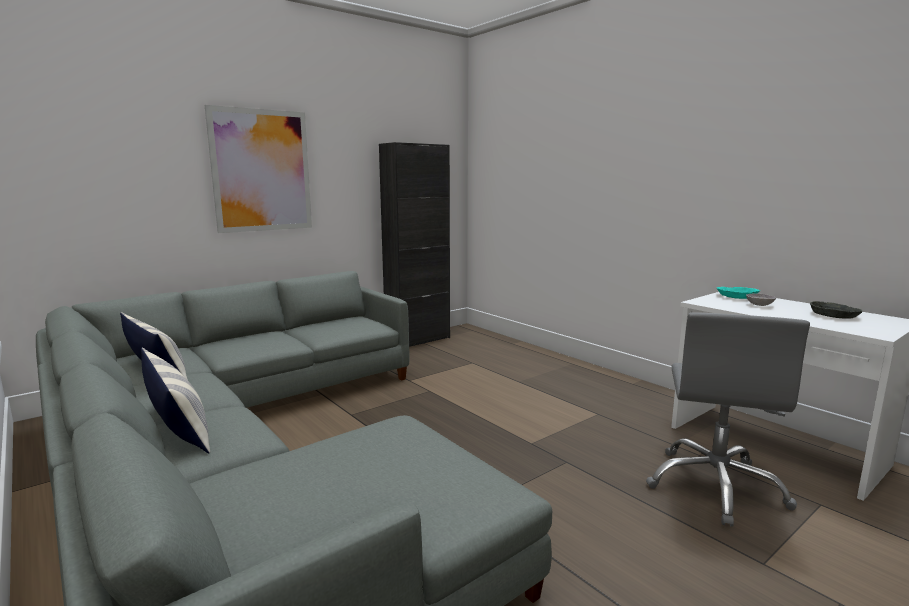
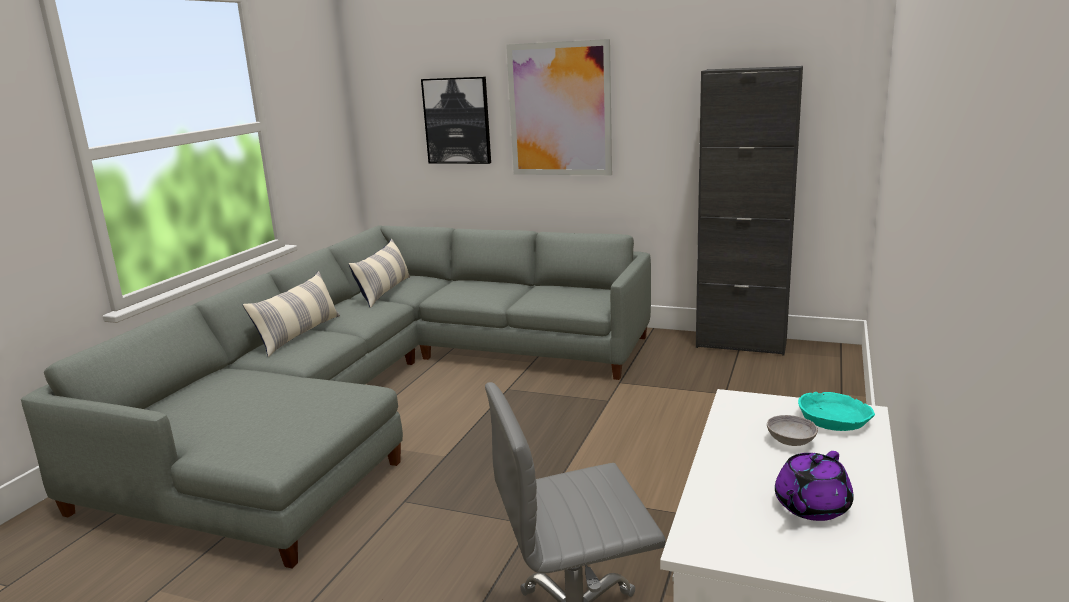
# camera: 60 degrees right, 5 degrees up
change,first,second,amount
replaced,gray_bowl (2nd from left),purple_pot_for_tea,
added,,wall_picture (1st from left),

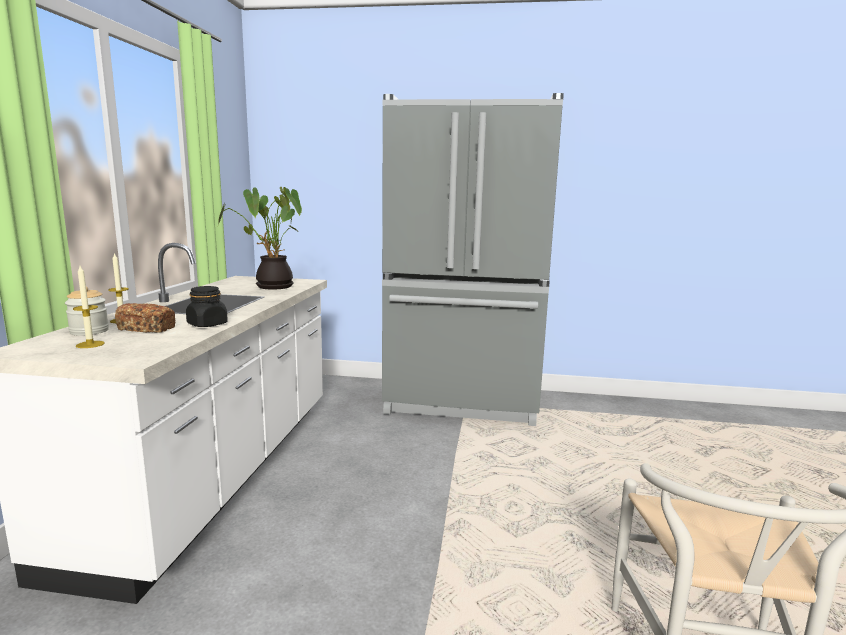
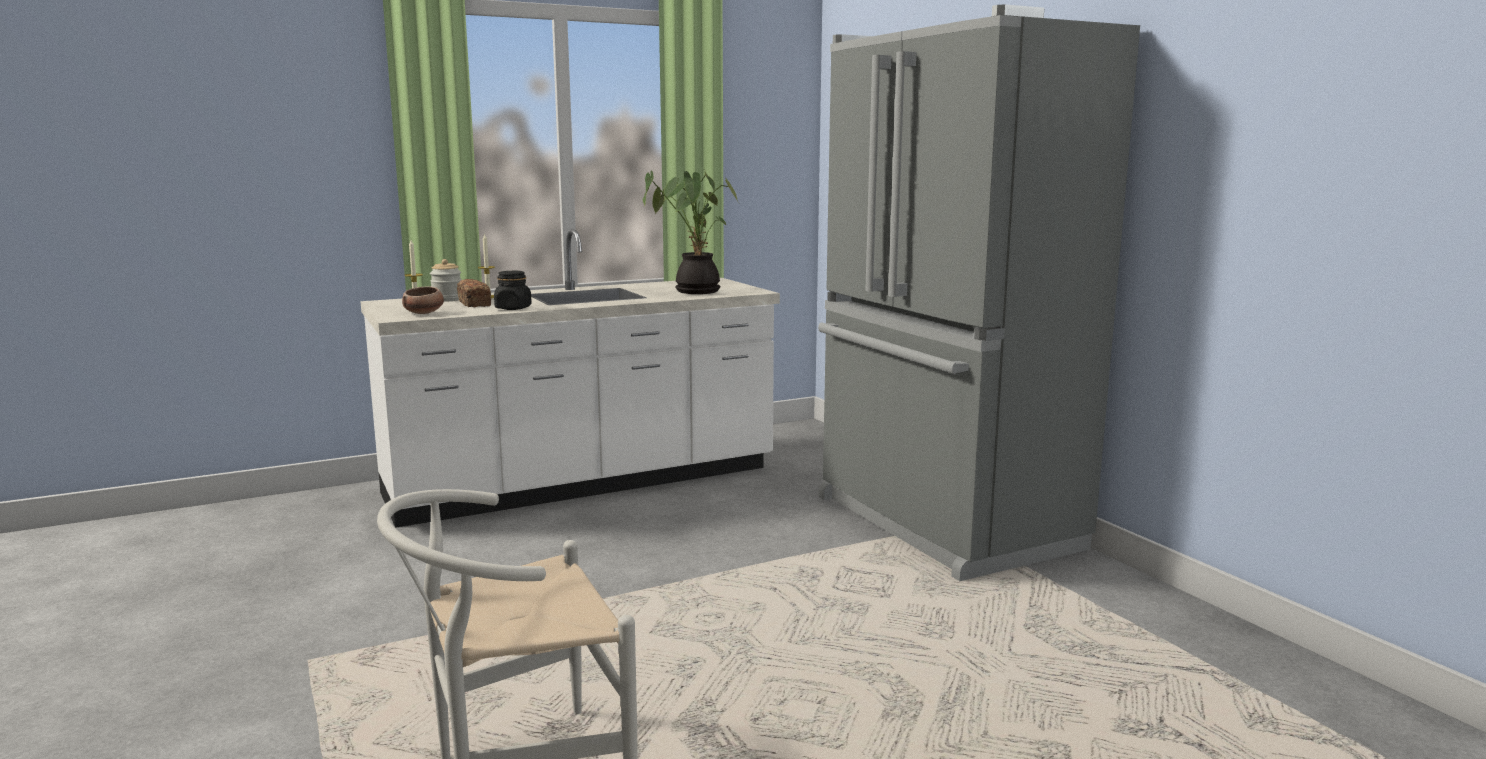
# camera: 55 degrees right, 0 degrees up
change,first,second,amount
added,,bowl,

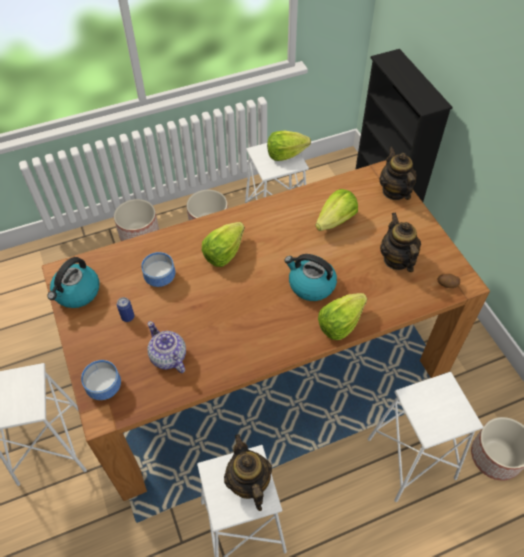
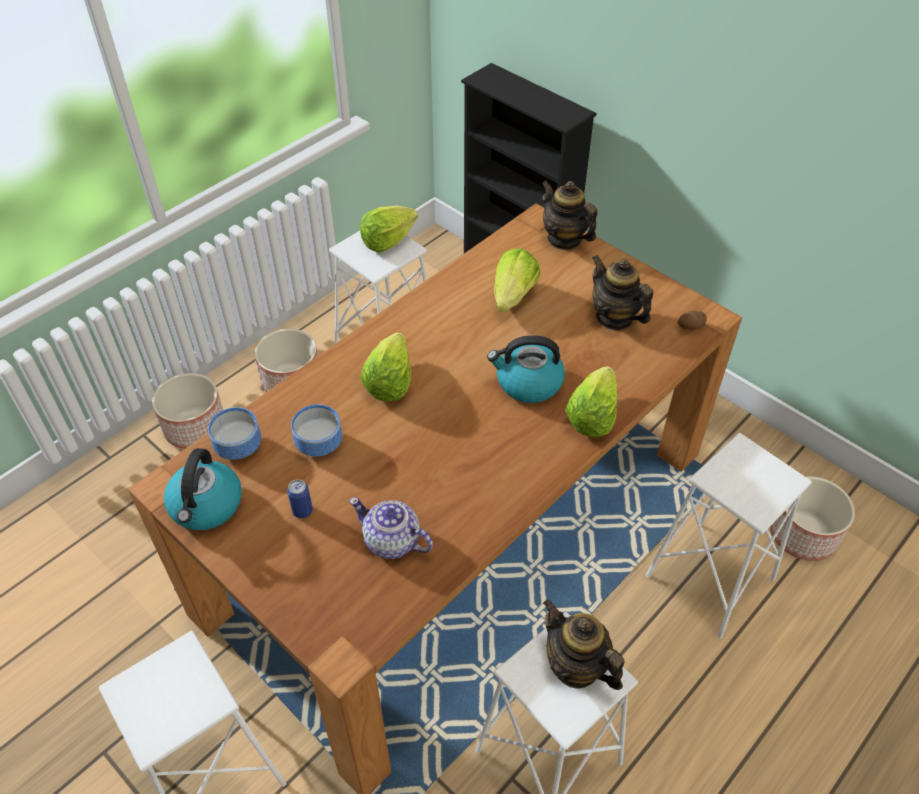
# camera: 25 degrees left, 5 degrees down
change,first,second,amount
moved,bowl (1st from left),,

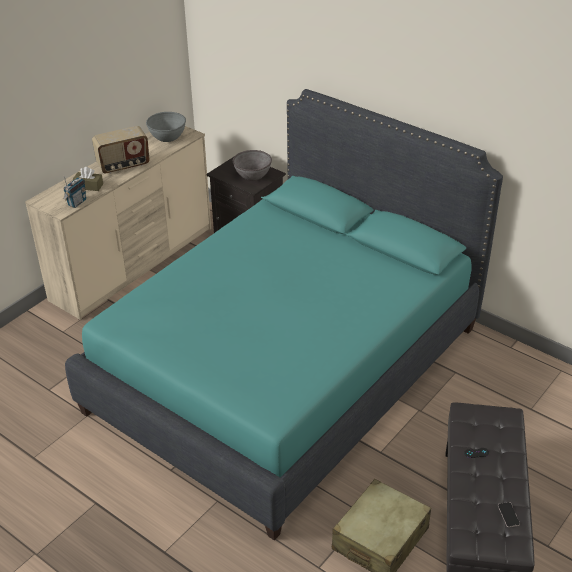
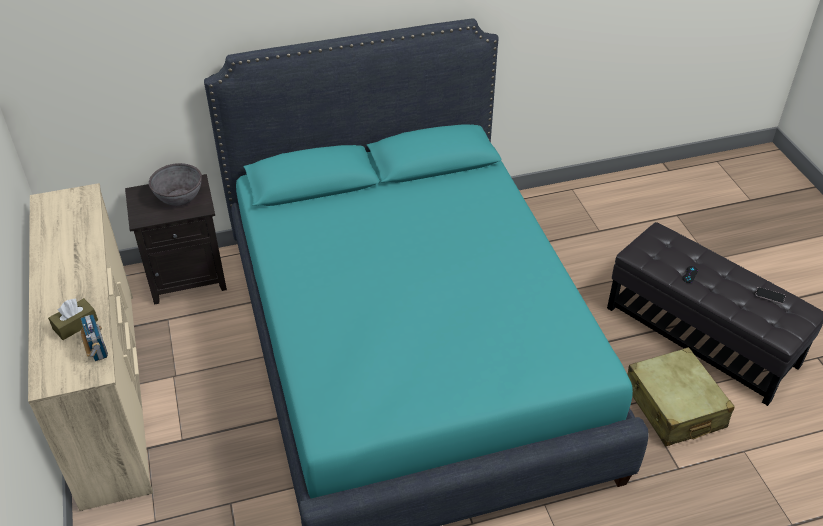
# camera: 55 degrees left, 5 degrees up
change,first,second,amount
removed,gray_bowl (1st from left),,
removed,radio_receiver (2nd from left),,

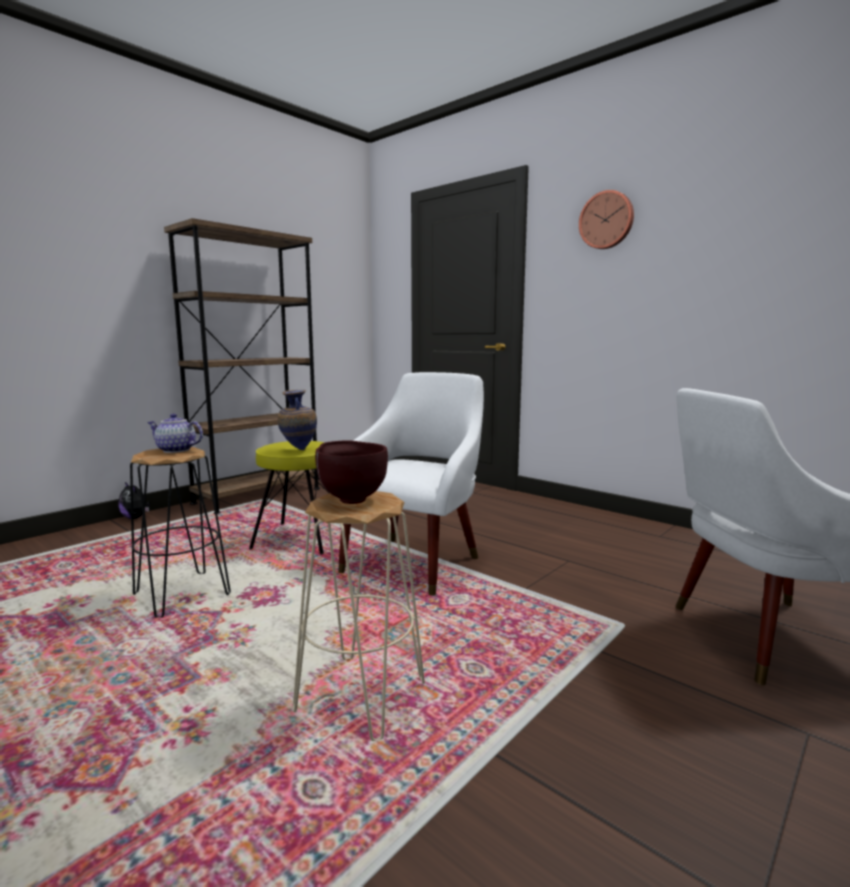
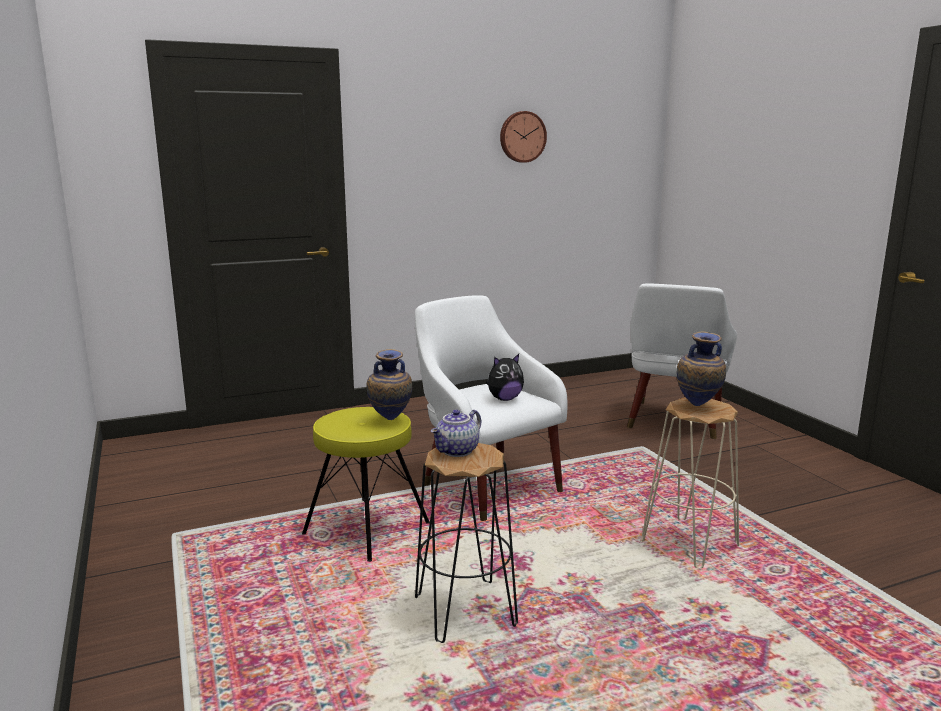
# camera: 65 degrees left, 5 degrees up
change,first,second,amount
moved,clock_on_the_wall,,
removed,brown-coloured_bookcase,,
replaced,brown-coloured_bowl,decorative_vase (2nd from left),
moved,plush_toy,,

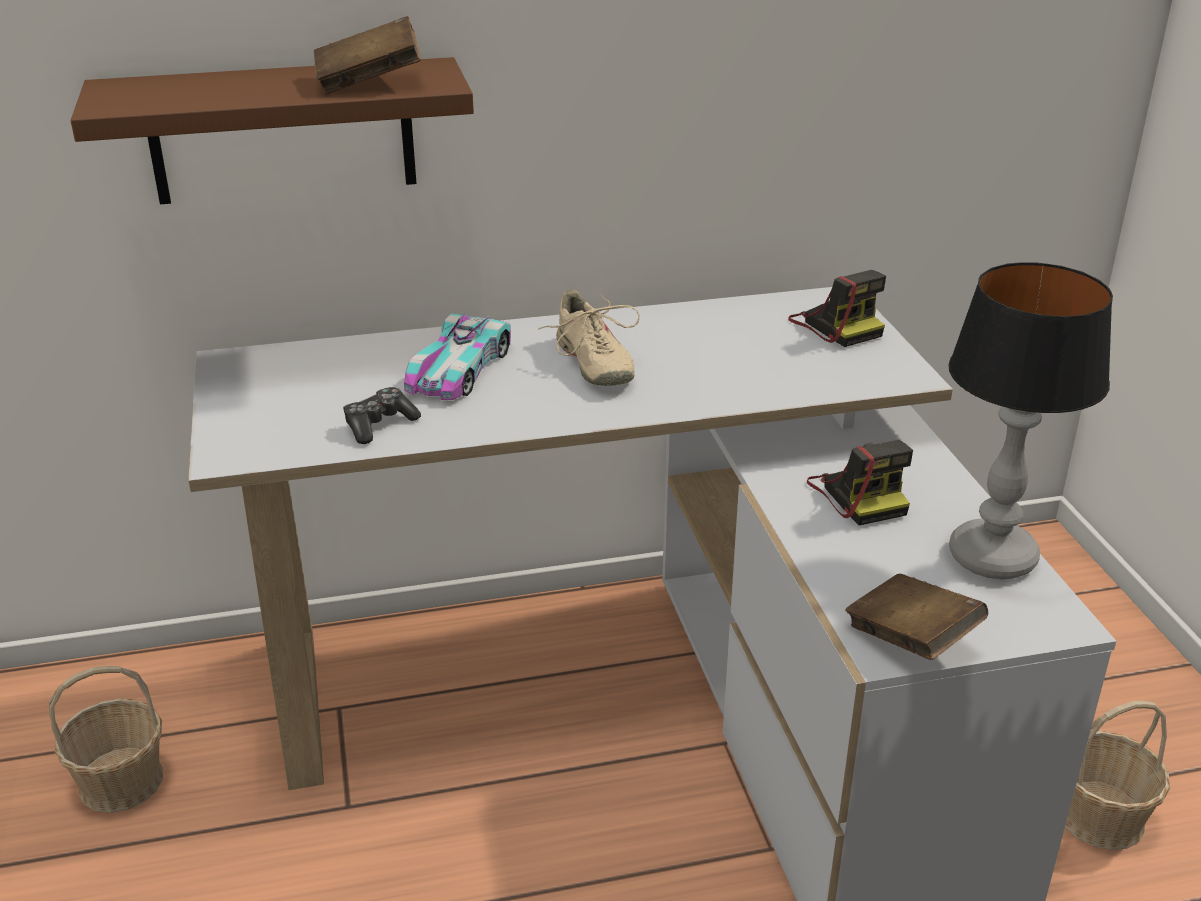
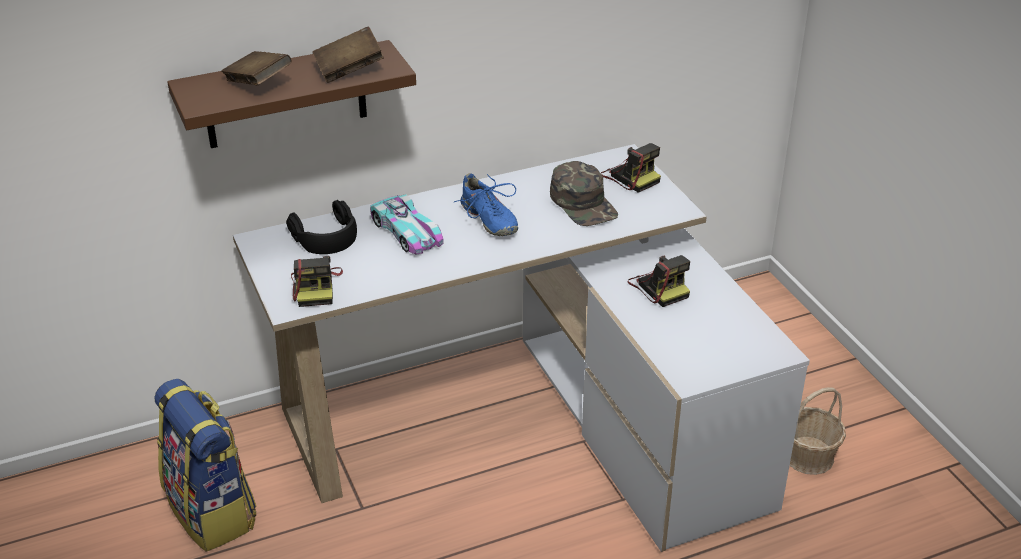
# camera: 10 degrees left, 5 degrees up
change,first,second,amount
removed,table_lamp,,
recoloured,sand-coloured_shoe,bluish_shoe,
turned,miniature_car,,45 degrees counterclockwise
removed,game_controller,,
moved,brown-coloured_bound_book (2nd from left in the first image),brown-coloured_bound_book (1st from left),
replaced,basket (1st from left),knapsack,
added,,green_cap,
added,,blackish_headphones,
added,,still_camera (1st from left),

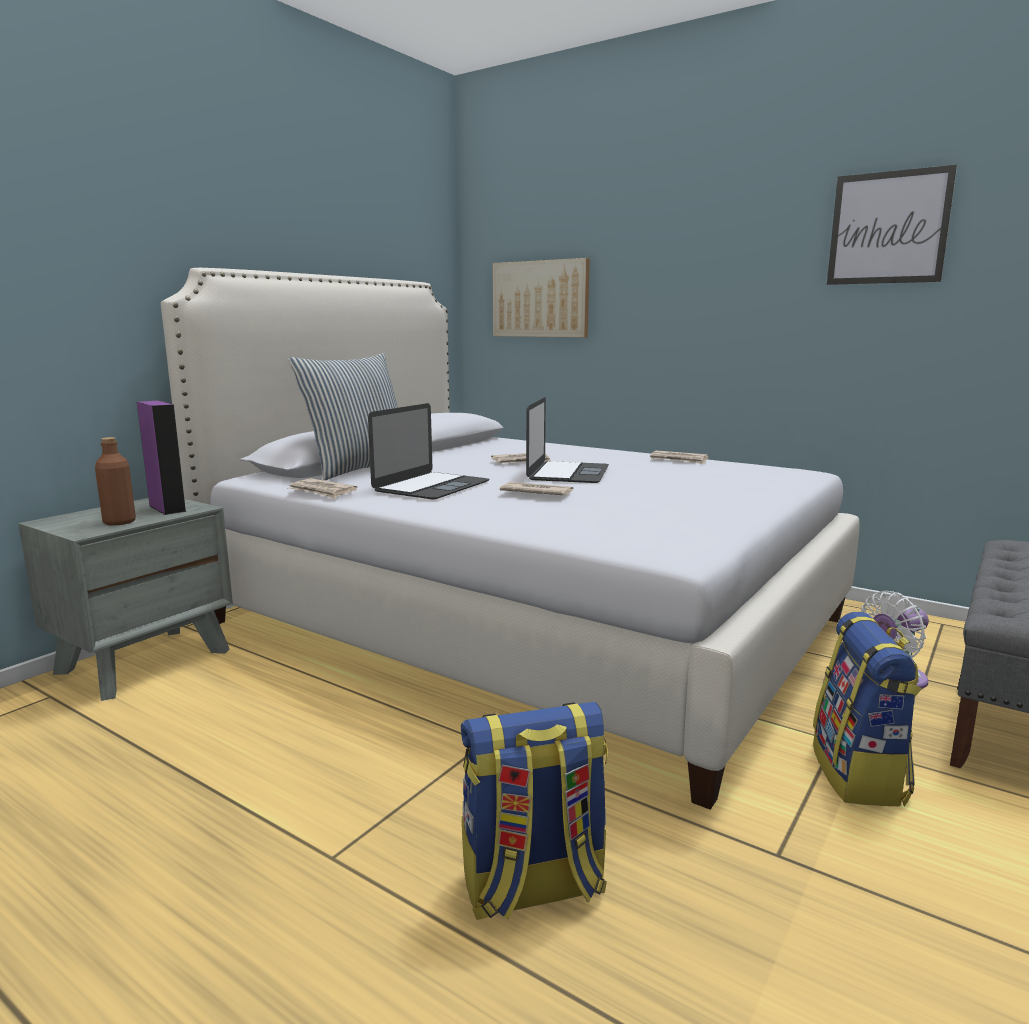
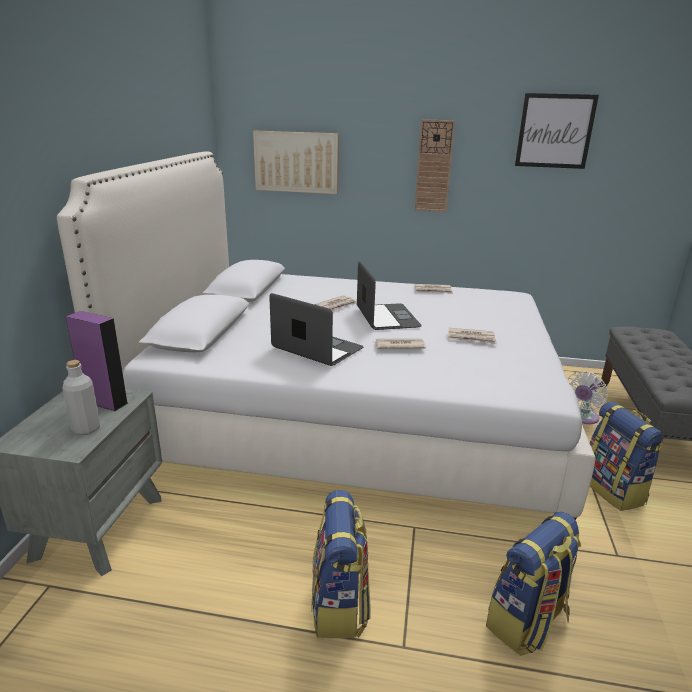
# camera: 25 degrees left, 10 degrees up
change,first,second,amount
removed,pillow,,
turned,portable_computer (1st from left),,60 degrees counterclockwise
recoloured,brown-coloured_beverage_bottle,gray_beverage_bottle,
moved,printed_paper (1st from left in the first image),printed_paper (4th from left),
added,,clock_on_the_wall,
added,,knapsack (1st from left),

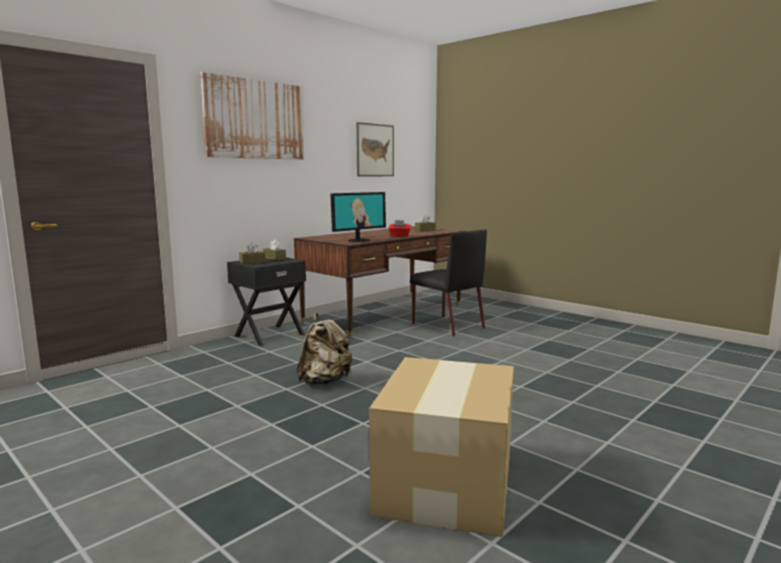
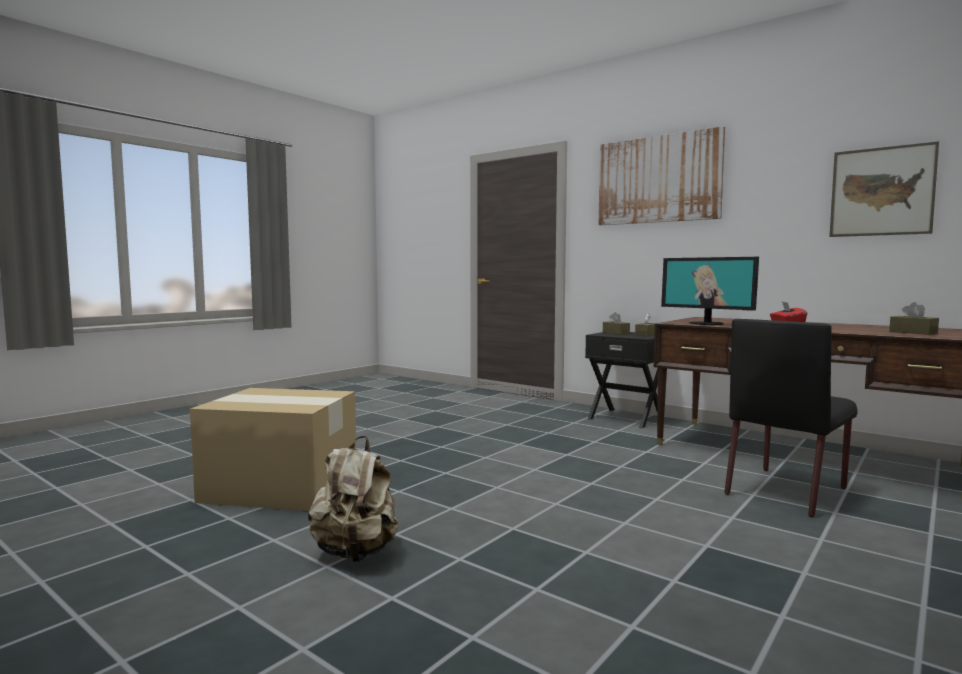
# camera: 85 degrees right, 5 degrees down
change,first,second,amount
moved,sand-coloured_knapsack,,

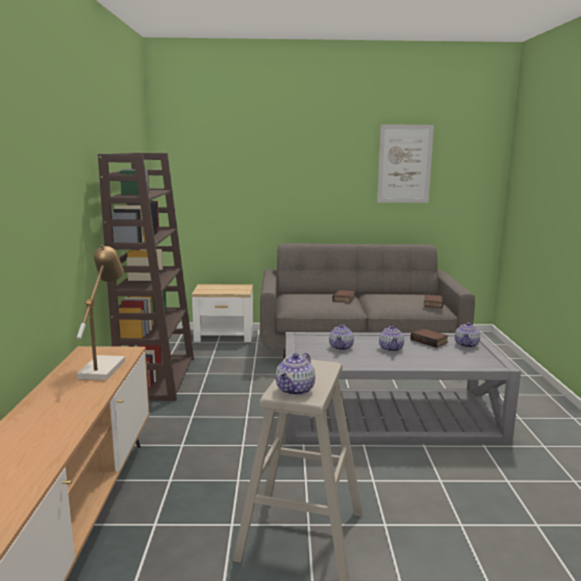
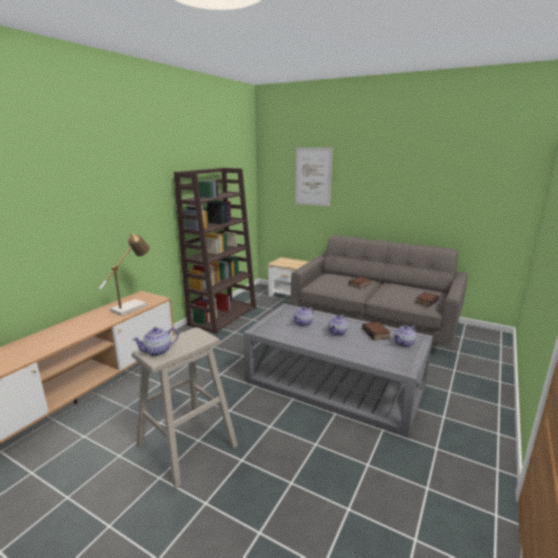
# camera: 30 degrees right, 5 degrees up
change,first,second,amount
moved,wall_picture,,

